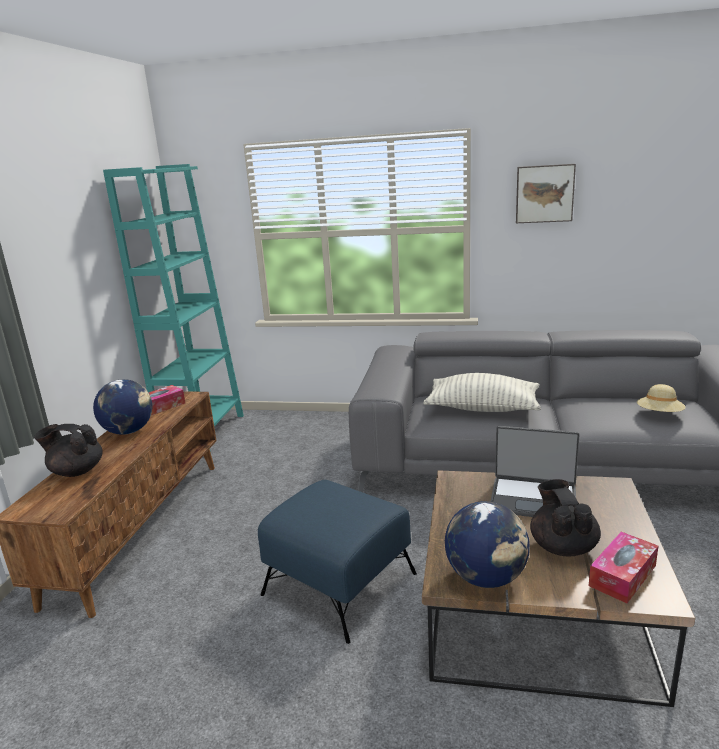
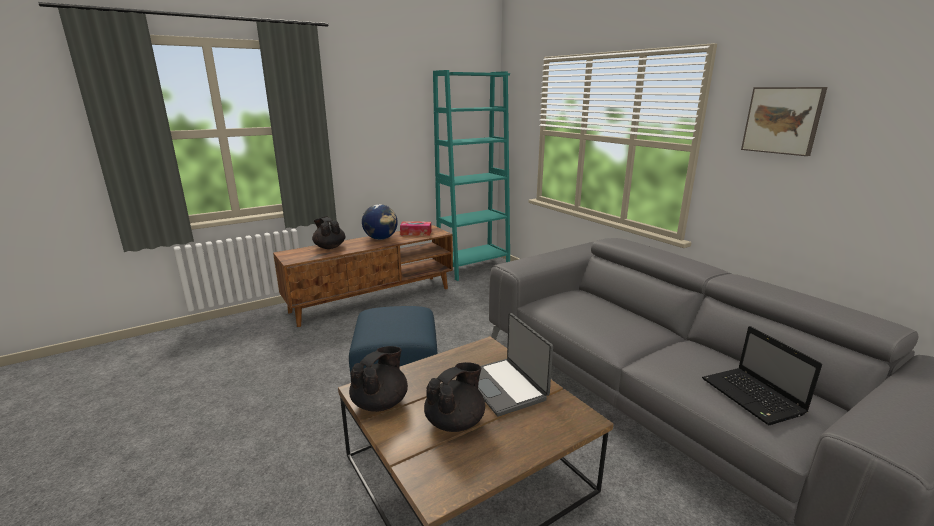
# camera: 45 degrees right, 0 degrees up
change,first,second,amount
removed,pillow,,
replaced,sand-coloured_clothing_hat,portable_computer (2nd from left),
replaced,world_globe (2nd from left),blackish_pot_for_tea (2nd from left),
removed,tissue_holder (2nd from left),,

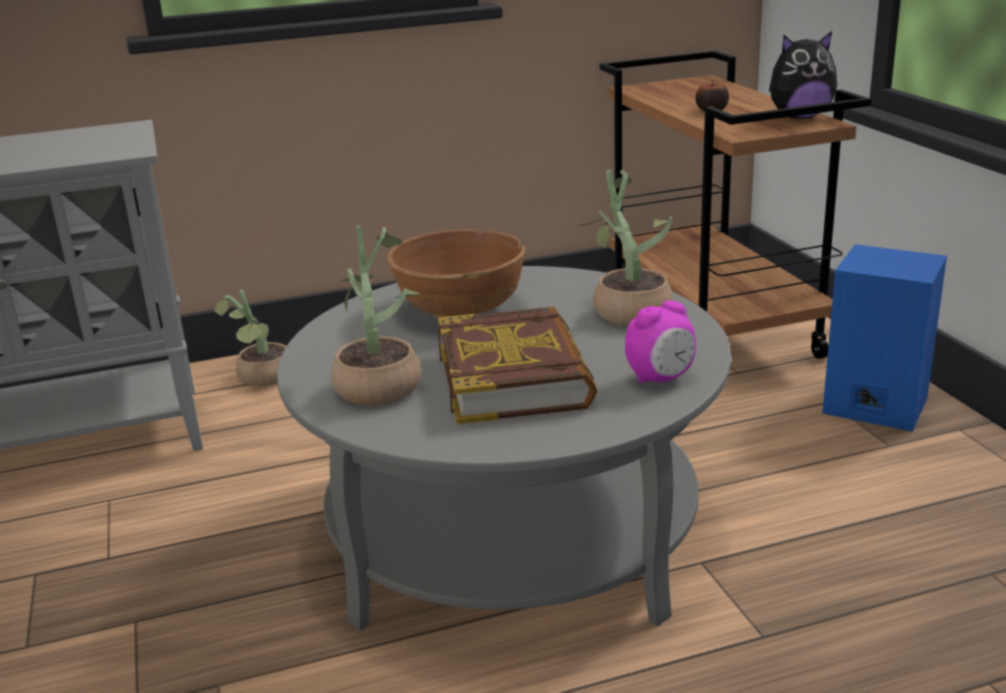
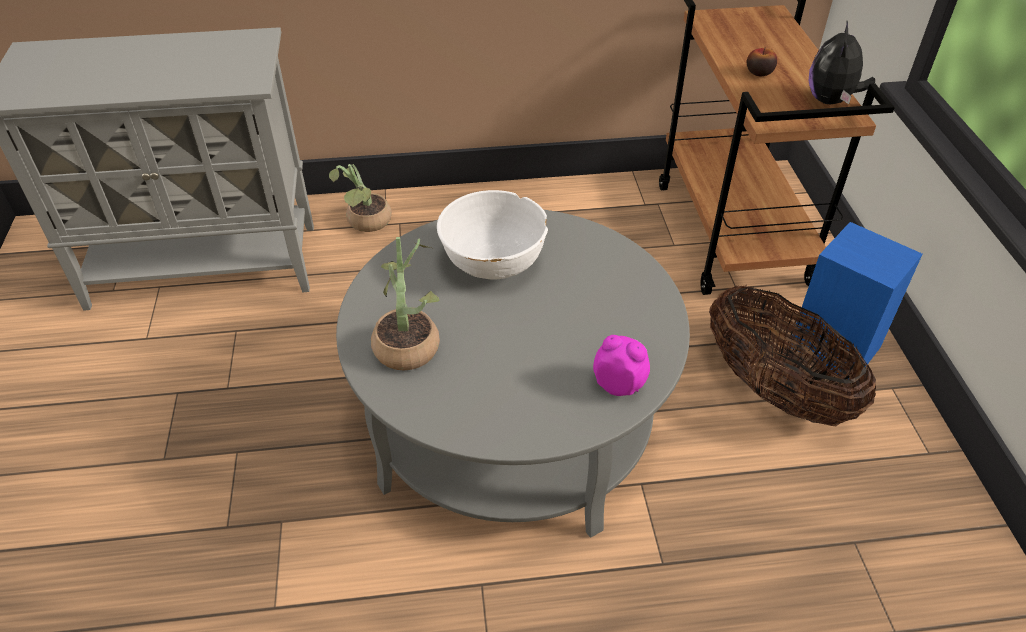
# camera: 10 degrees right, 20 degrees up
change,first,second,amount
turned,plush_toy,,105 degrees clockwise
removed,plant_in_a_pot (3rd from left),,
recoloured,brown-coloured_bowl,white-coloured_bowl,
turned,bedside_clock,,135 degrees counterclockwise
removed,bound_book,,
added,,basket,

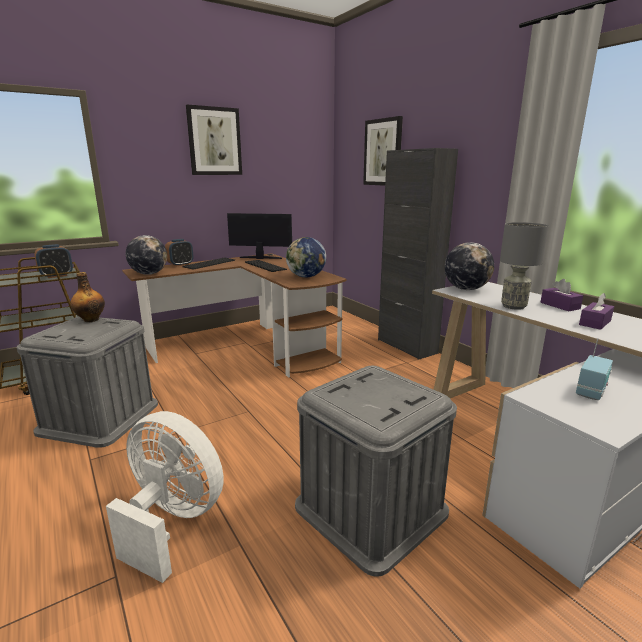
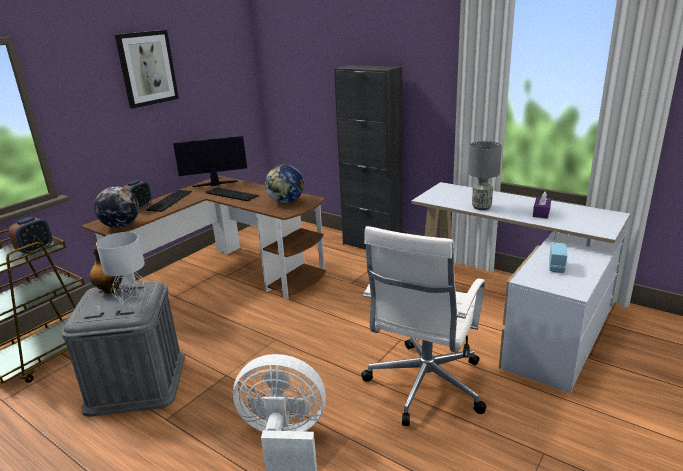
# camera: 20 degrees left, 5 degrees up
change,first,second,amount
removed,wall_picture (2nd from left),,
removed,world_globe (3rd from left),,
removed,purple_tissue_holder (1st from left),,
replaced,gray_storage_box (2nd from left),white-coloured_office_chair,
added,,gray_table_lamp (1st from left),

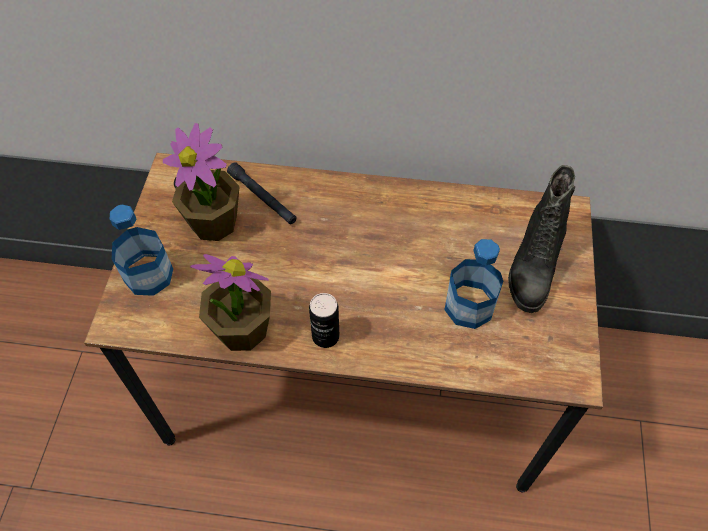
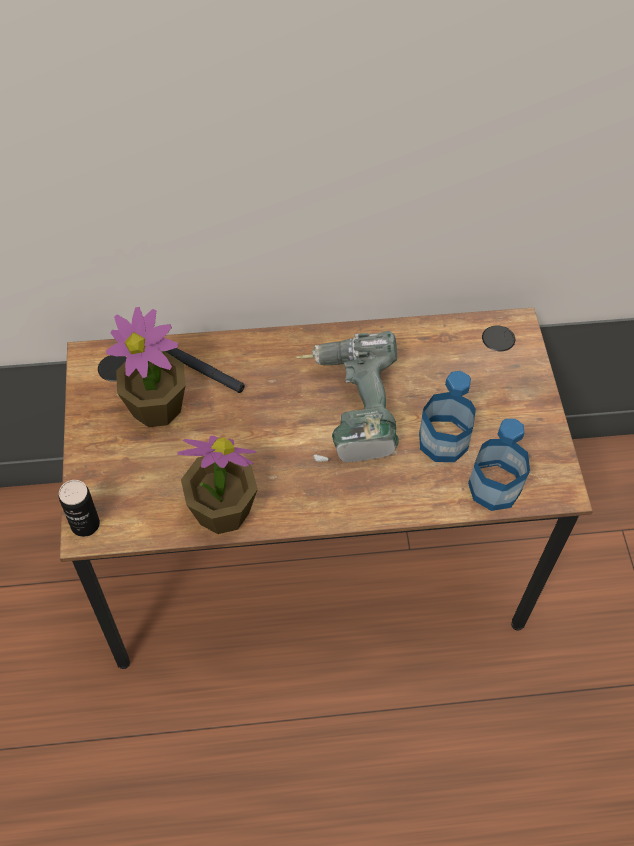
# camera: 15 degrees left, 0 degrees up
change,first,second,amount
removed,blackish_tall_boot,,
moved,beverage_bottle (1st from left in the first image),beverage_bottle (2nd from left),
moved,sealed_can,,
added,,drill,

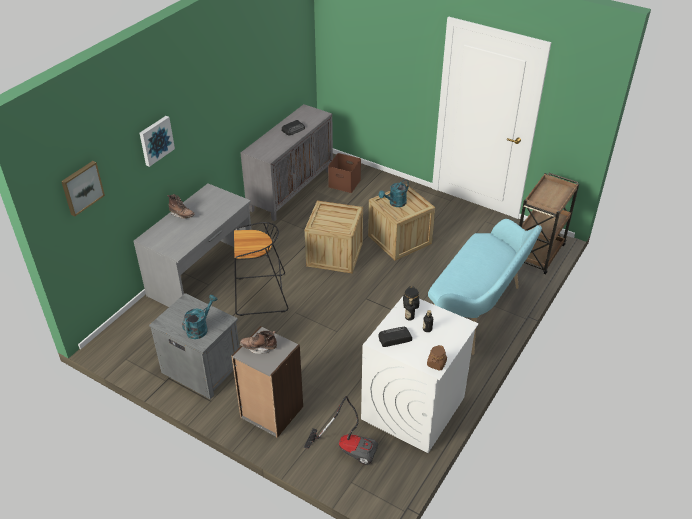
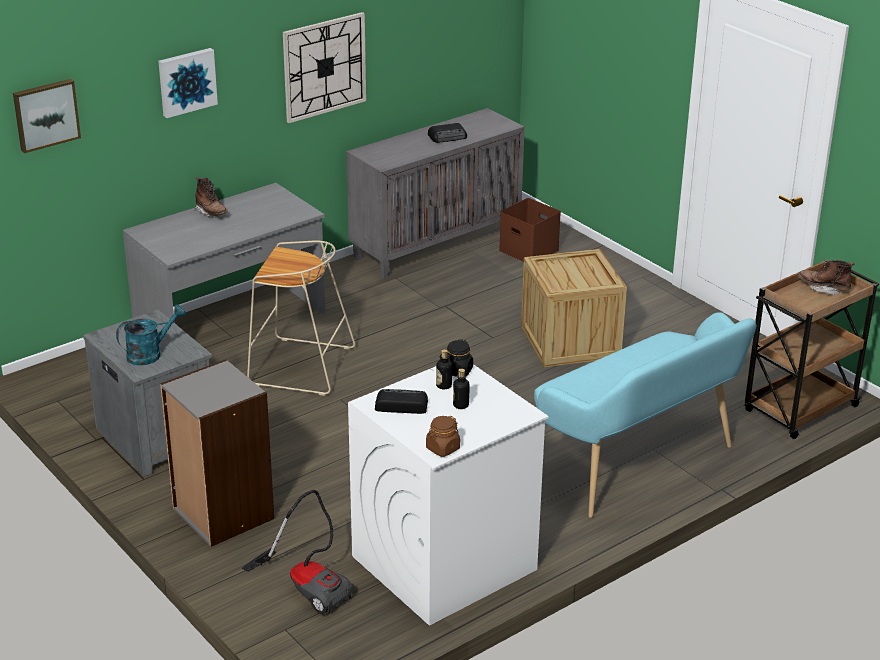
# camera: 20 degrees right, 10 degrees down
change,first,second,amount
removed,turquoise-coloured_sprinkling_can (2nd from left),,
removed,shipping_crate (1st from left),,
recoloured,blackish_sitting_stool,sand-coloured_sitting_stool,
moved,brown-coloured_tall_boot (2nd from left),,
added,,clock_on_the_wall,

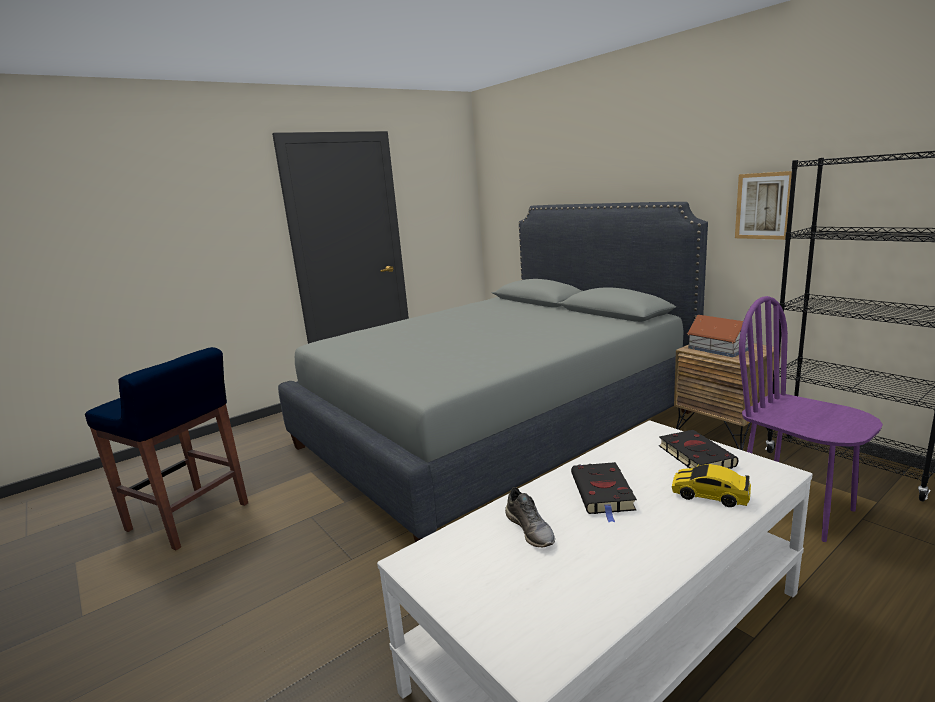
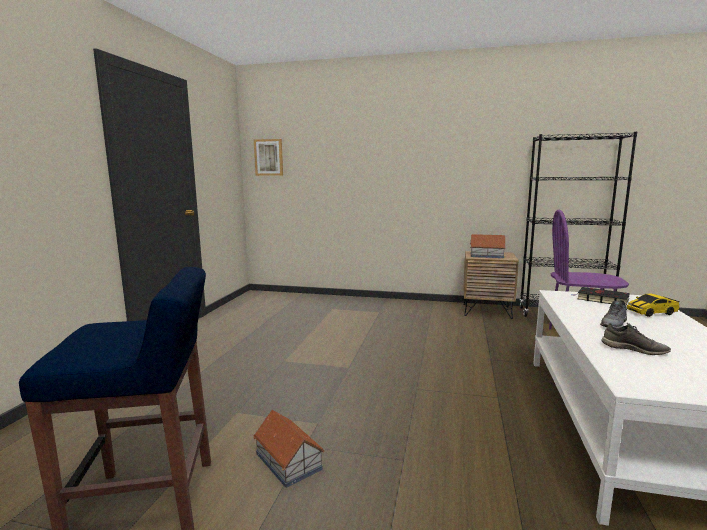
# camera: 40 degrees left, 5 degrees down
change,first,second,amount
moved,wall_picture,,
removed,gray_sleeping_bed,,
replaced,blackish_bound_book (1st from left),gray_shoe (1st from left),
added,,model_house (1st from left),

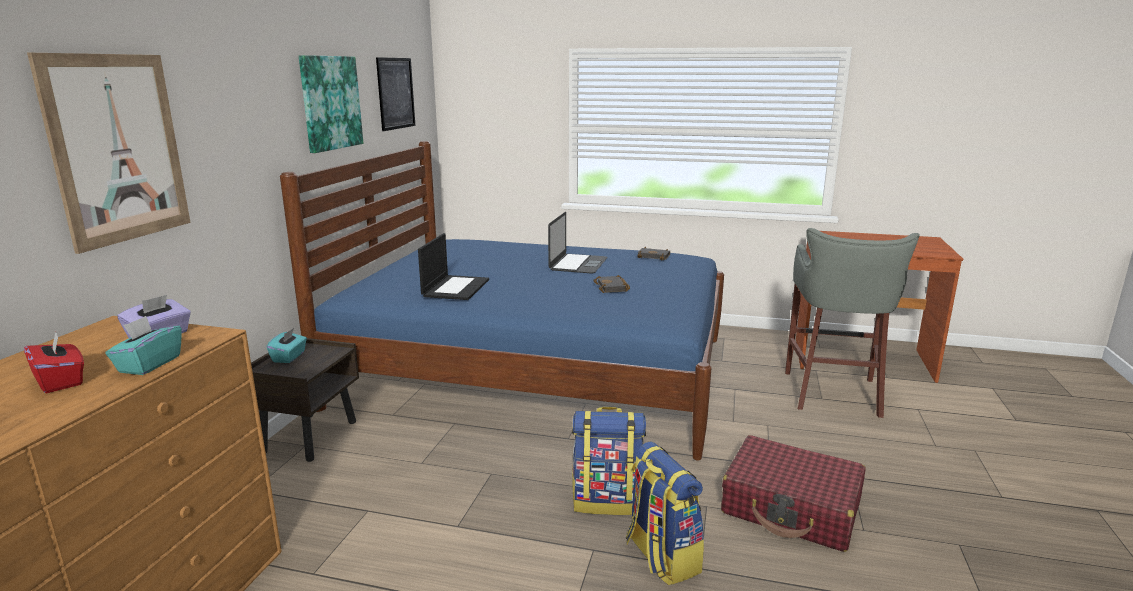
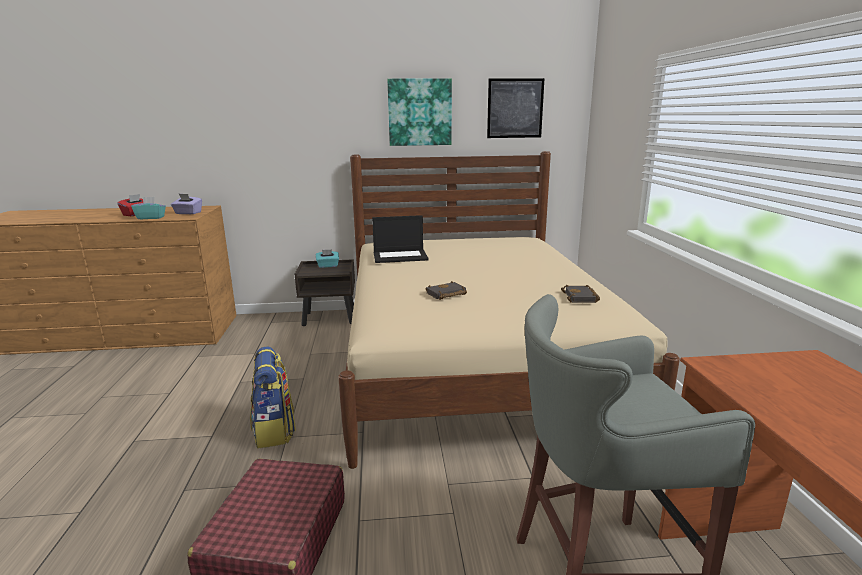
# camera: 70 degrees right, 0 degrees up
change,first,second,amount
removed,wall_picture (1st from left),,
recoloured,bluish_sleeping_bed,sand-coloured_sleeping_bed,
removed,portable_computer (2nd from left),,
removed,knapsack (2nd from left),,

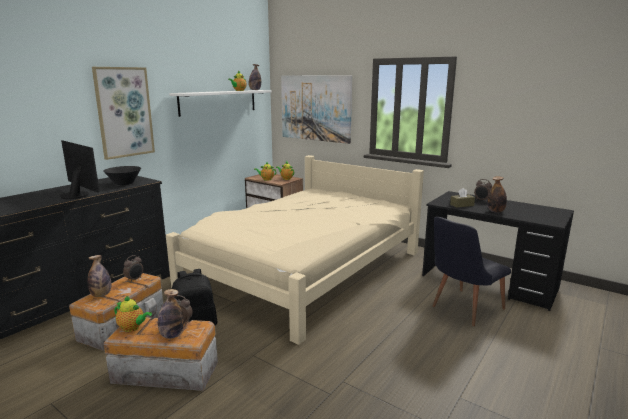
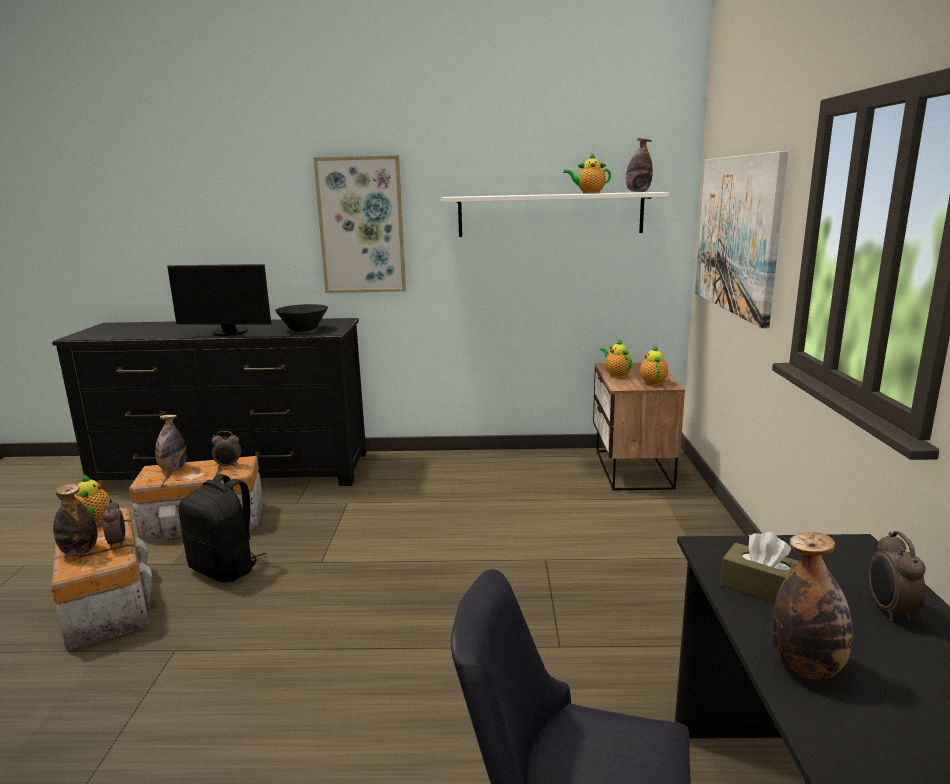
# camera: 55 degrees right, 0 degrees up
change,first,second,amount
turned,monitor,,90 degrees clockwise
removed,sand-coloured_sleeping_bed,,

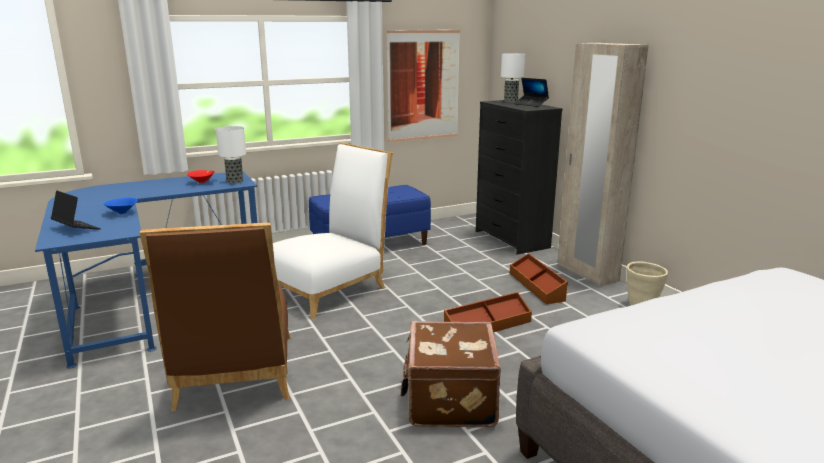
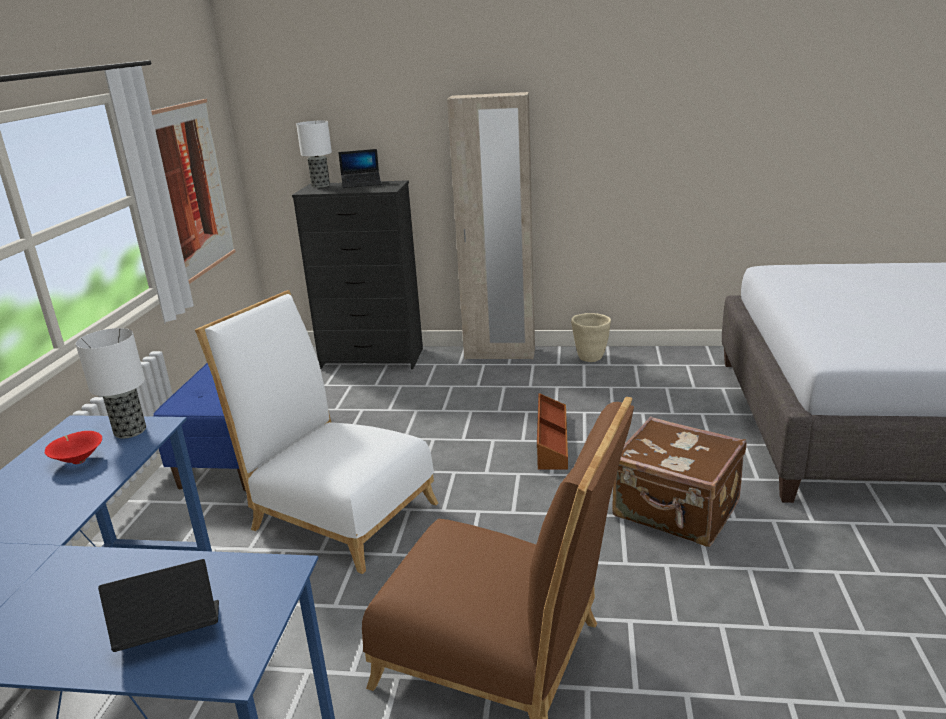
# camera: 55 degrees left, 5 degrees up
change,first,second,amount
turned,white-coloured_plain_chair,,45 degrees counterclockwise
removed,bluish_bowl,,
removed,brown-coloured_storage_box (2nd from left),,

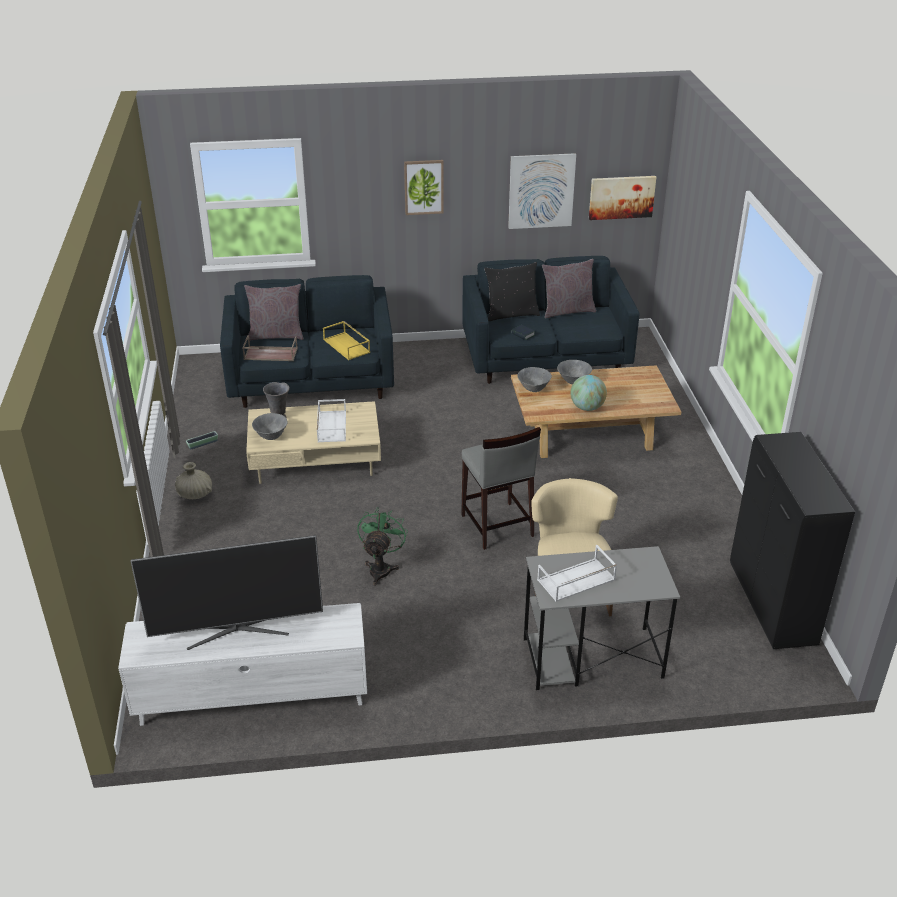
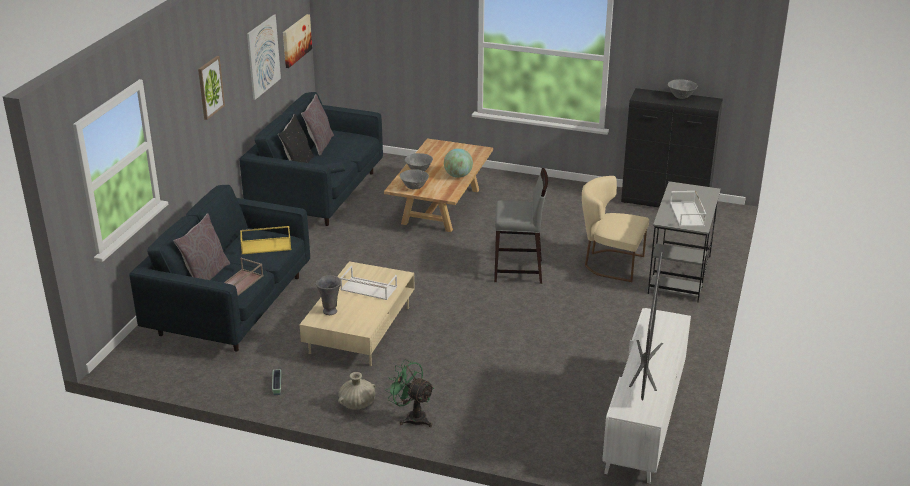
# camera: 65 degrees left, 5 degrees down
change,first,second,amount
moved,gray_bowl (1st from left in the first image),gray_bowl (3rd from left),
moved,green_cooling_fan,,

